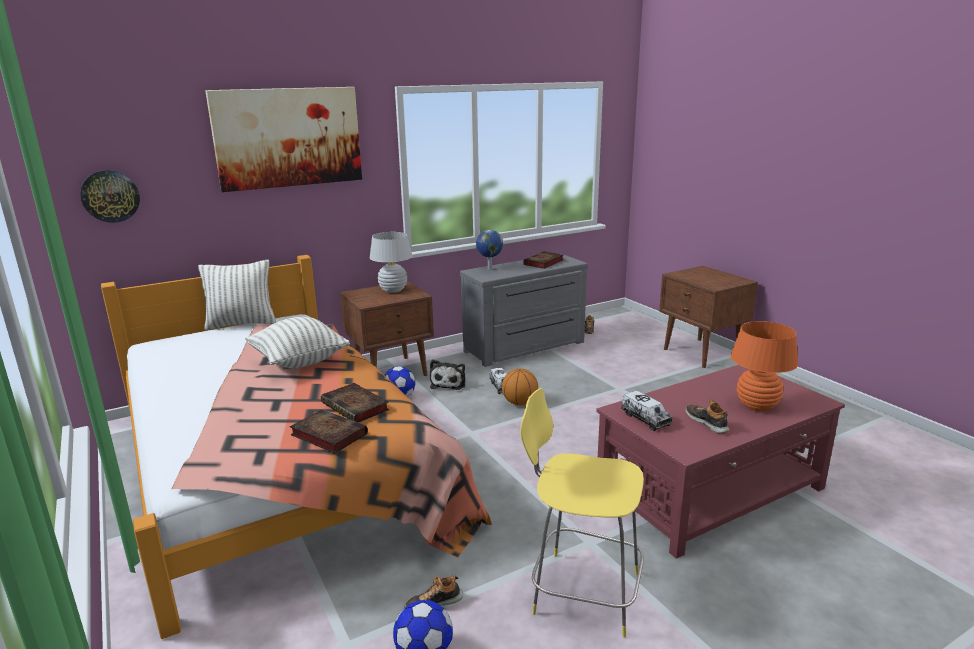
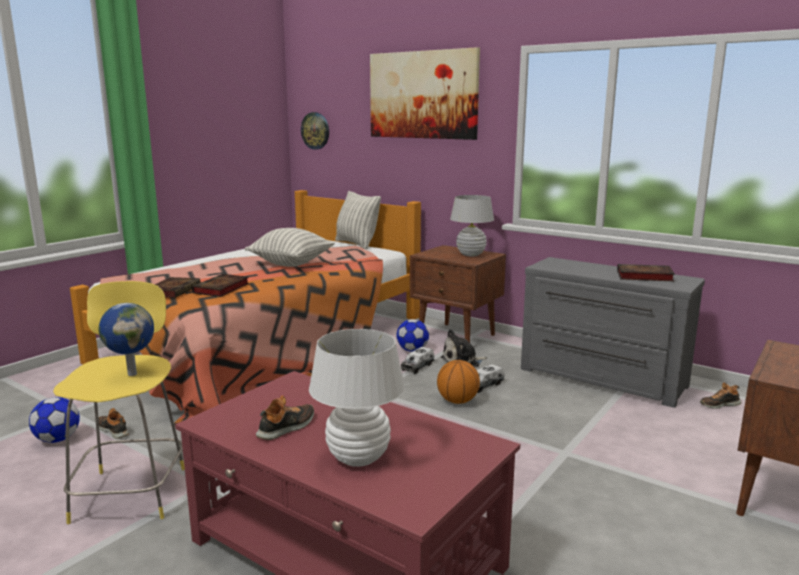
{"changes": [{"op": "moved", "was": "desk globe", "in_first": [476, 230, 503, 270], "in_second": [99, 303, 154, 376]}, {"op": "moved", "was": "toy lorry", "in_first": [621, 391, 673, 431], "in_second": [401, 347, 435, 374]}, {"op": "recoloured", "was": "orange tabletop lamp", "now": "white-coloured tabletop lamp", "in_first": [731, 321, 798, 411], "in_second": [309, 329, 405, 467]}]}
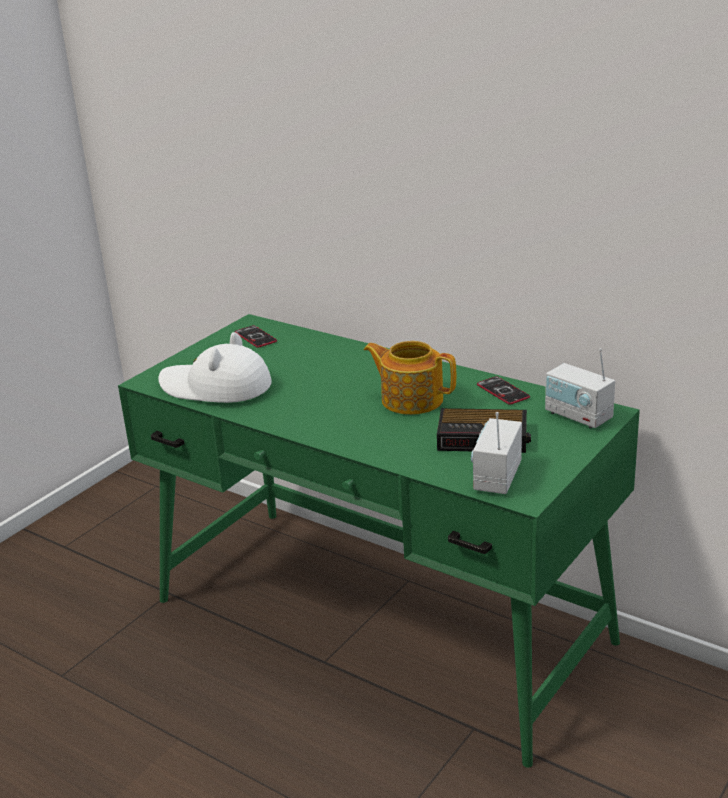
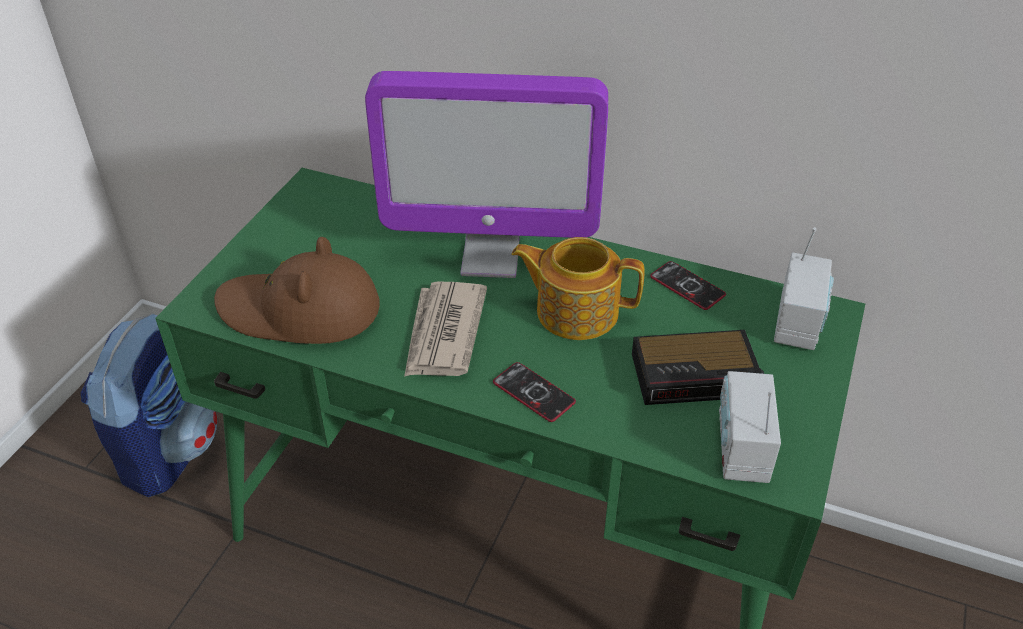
{"changes": [{"op": "recoloured", "was": "white-coloured clothing hat", "now": "brown clothing hat", "in_first": [158, 332, 272, 403], "in_second": [214, 237, 380, 344]}, {"op": "moved", "was": "telephone", "in_first": [235, 325, 277, 348], "in_second": [493, 362, 576, 422]}, {"op": "turned", "was": "radio set", "in_first": [545, 348, 615, 428], "in_second": [774, 227, 834, 350], "clockwise": -105}, {"op": "added", "now": "knapsack", "in_second": [81, 313, 217, 497]}, {"op": "added", "now": "computer screen", "in_second": [365, 71, 608, 278]}, {"op": "added", "now": "newspaper", "in_second": [404, 281, 487, 377]}]}
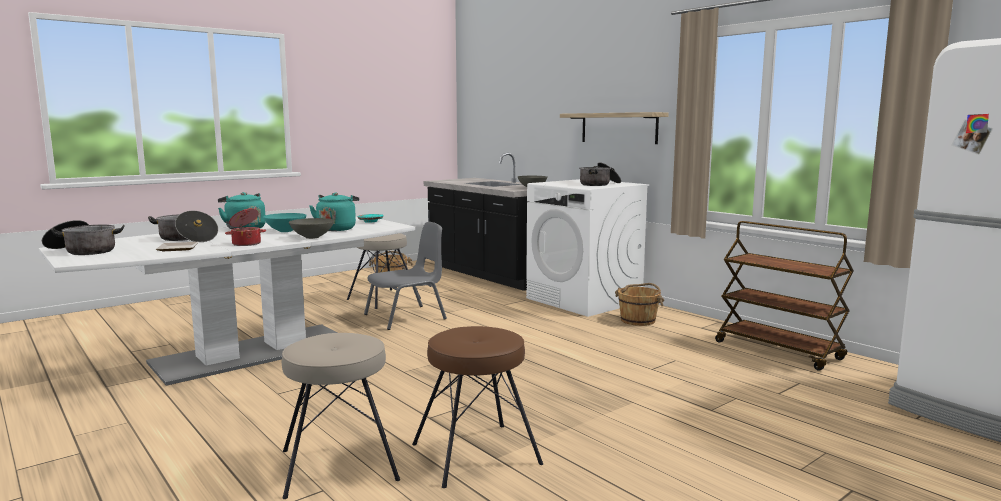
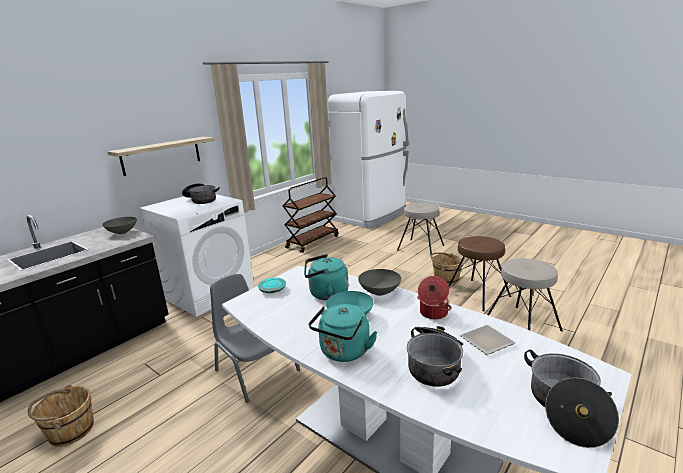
{"changes": [{"op": "moved", "was": "sand-coloured stool seat", "in_first": [347, 233, 421, 309], "in_second": [397, 203, 444, 255]}, {"op": "moved", "was": "brown water bucket", "in_first": [615, 283, 664, 326], "in_second": [431, 252, 463, 284]}]}
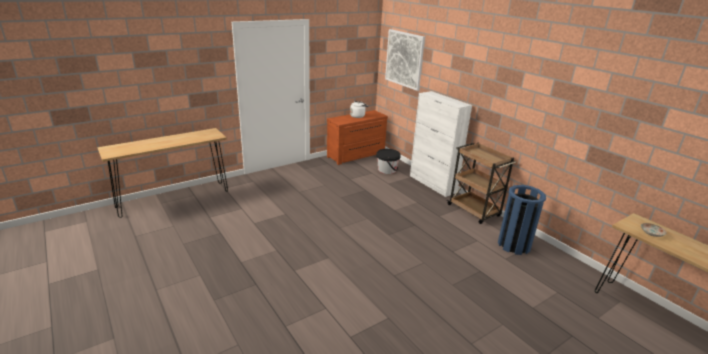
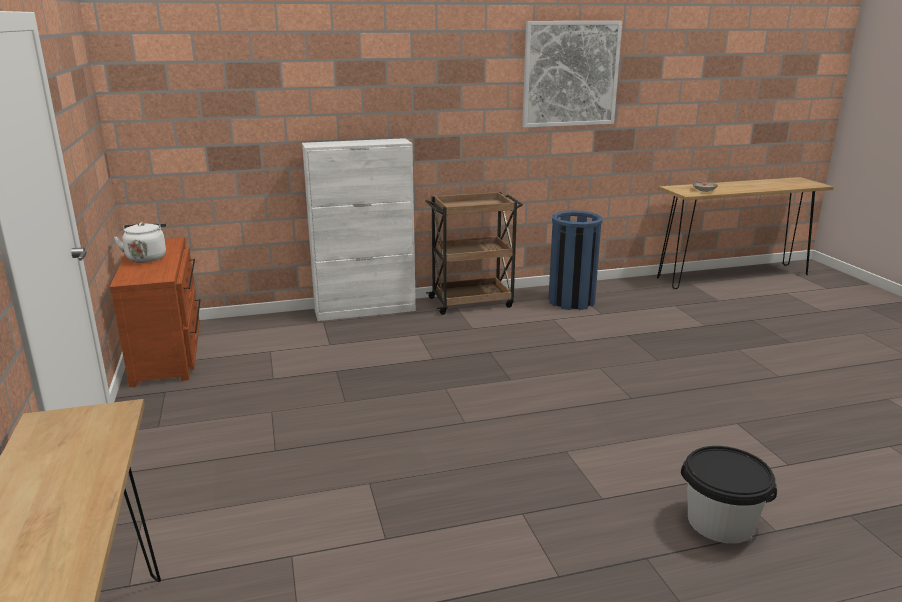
{"changes": [{"op": "moved", "was": "black water bucket", "in_first": [376, 149, 401, 174], "in_second": [681, 446, 777, 544]}, {"op": "moved", "was": "wall art", "in_first": [385, 29, 425, 91], "in_second": [522, 21, 622, 128]}]}
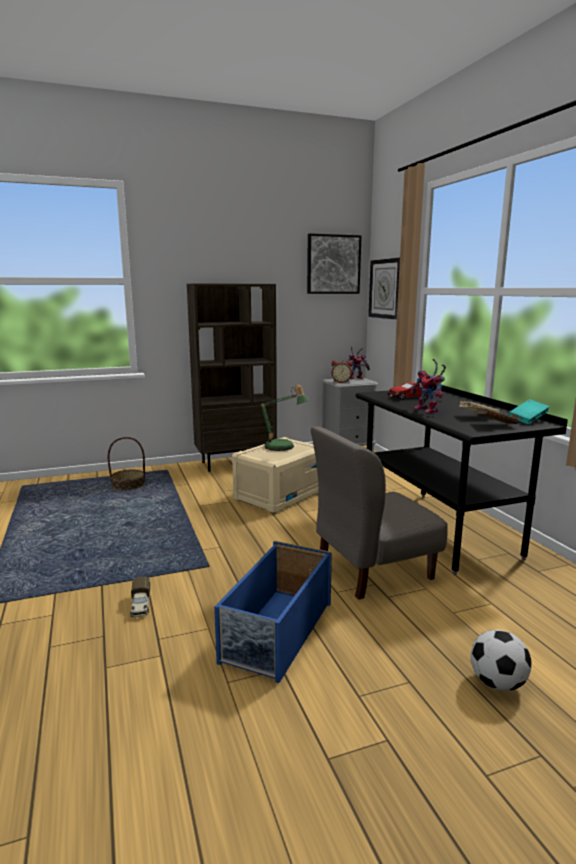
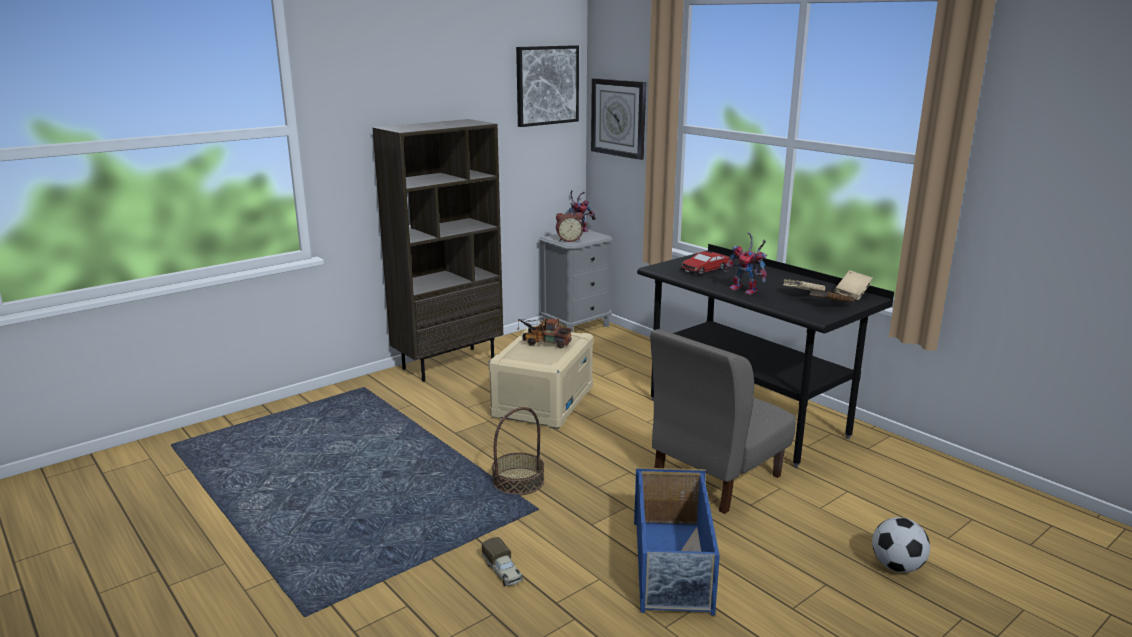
{"changes": [{"op": "moved", "was": "basket", "in_first": [108, 437, 145, 490], "in_second": [492, 407, 544, 495]}, {"op": "replaced", "was": "tabletop lamp", "now": "toy lorry", "in_first": [260, 385, 309, 451], "in_second": [517, 318, 572, 348]}, {"op": "recoloured", "was": "turquoise-coloured book", "now": "sand-coloured book", "in_first": [508, 399, 550, 424], "in_second": [834, 270, 873, 300]}]}
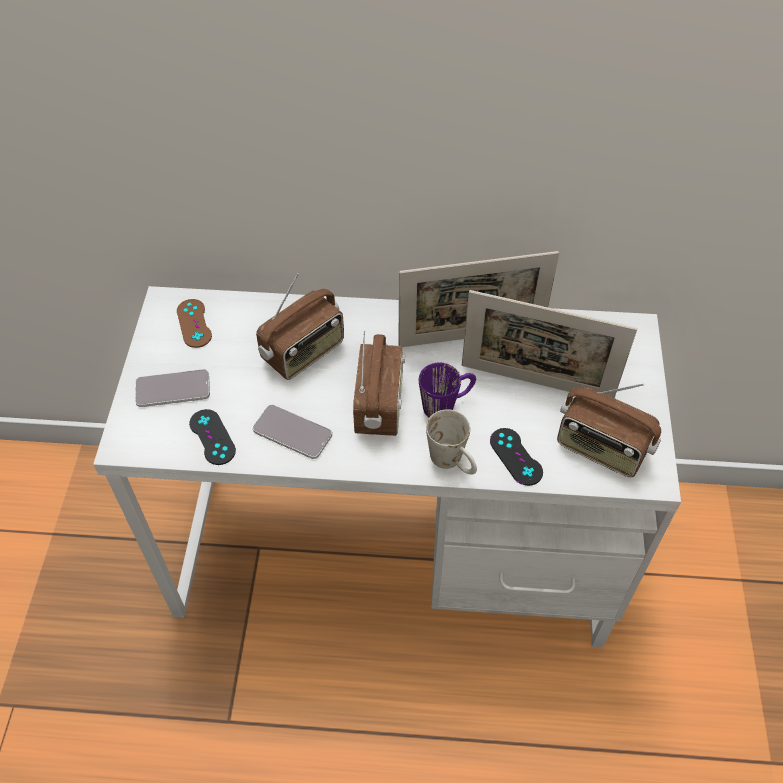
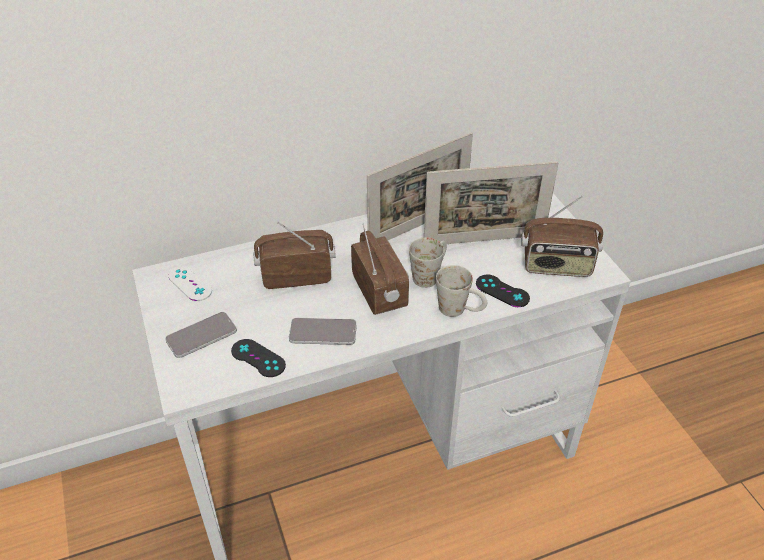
{"changes": [{"op": "recoloured", "was": "brown gamepad", "now": "white-coloured gamepad", "in_first": [177, 299, 212, 348], "in_second": [169, 266, 212, 301]}, {"op": "turned", "was": "radio set", "in_first": [256, 273, 344, 380], "in_second": [253, 221, 336, 289], "clockwise": -120}, {"op": "recoloured", "was": "purple-coloured coffee mug", "now": "white-coloured coffee mug", "in_first": [419, 363, 476, 418], "in_second": [409, 237, 447, 288]}]}
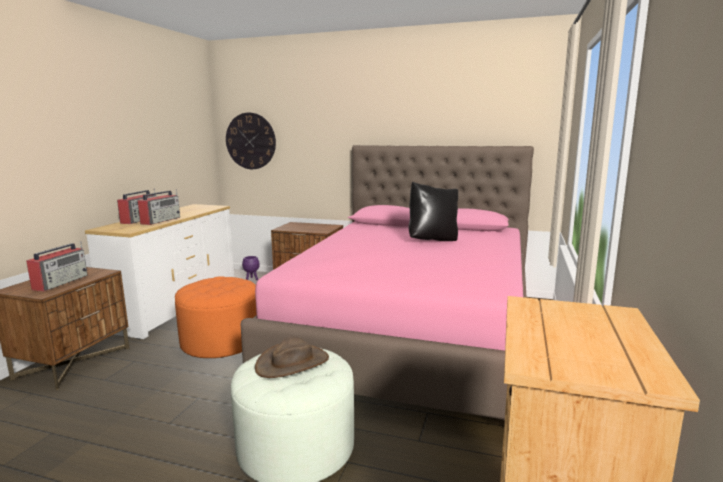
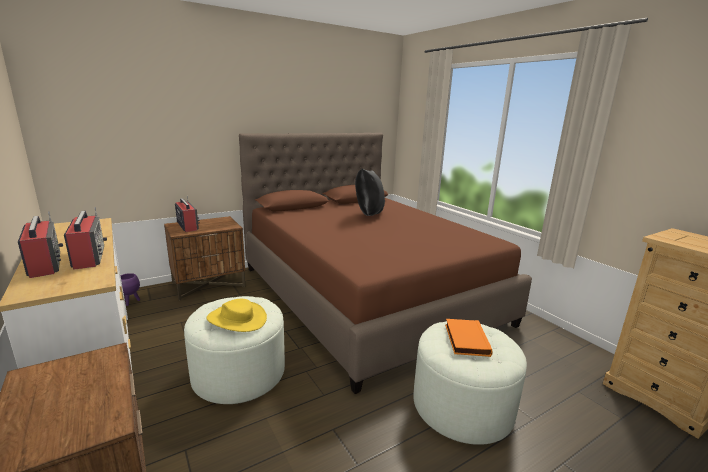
{"changes": [{"op": "moved", "was": "radio set", "in_first": [26, 241, 88, 292], "in_second": [175, 196, 200, 232]}, {"op": "recoloured", "was": "orange footrest", "now": "white-coloured footrest", "in_first": [175, 276, 257, 358], "in_second": [184, 296, 285, 404]}, {"op": "removed", "was": "clock on the wall", "in_first": [226, 113, 276, 169]}, {"op": "recoloured", "was": "pinkish sleeping bed", "now": "brown sleeping bed", "in_first": [240, 145, 534, 420], "in_second": [239, 133, 532, 394]}, {"op": "replaced", "was": "brown clothing hat", "now": "orange book", "in_first": [255, 336, 329, 378], "in_second": [445, 319, 493, 357]}, {"op": "added", "now": "yellow clothing hat", "in_second": [206, 299, 267, 332]}]}
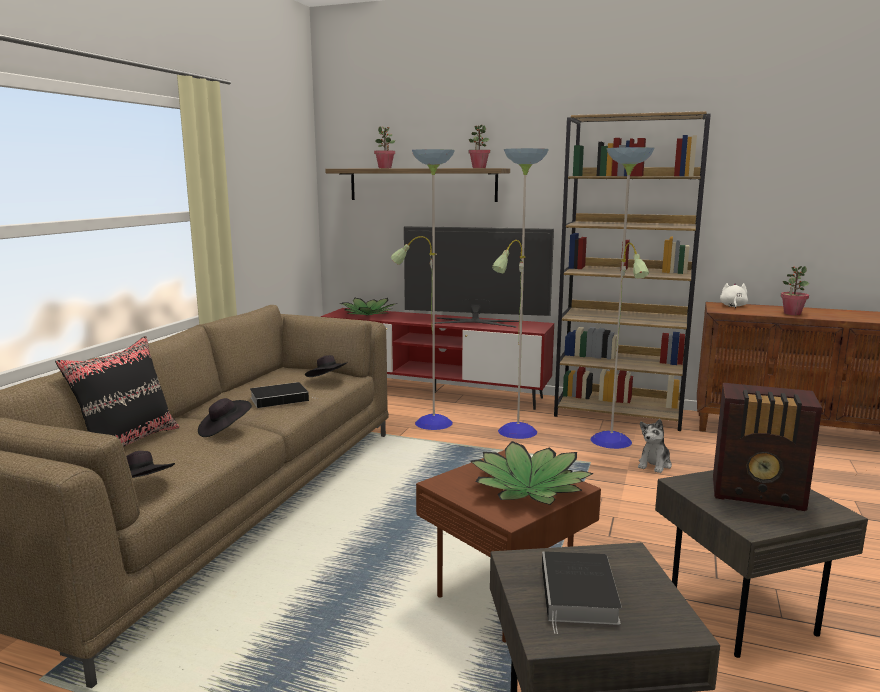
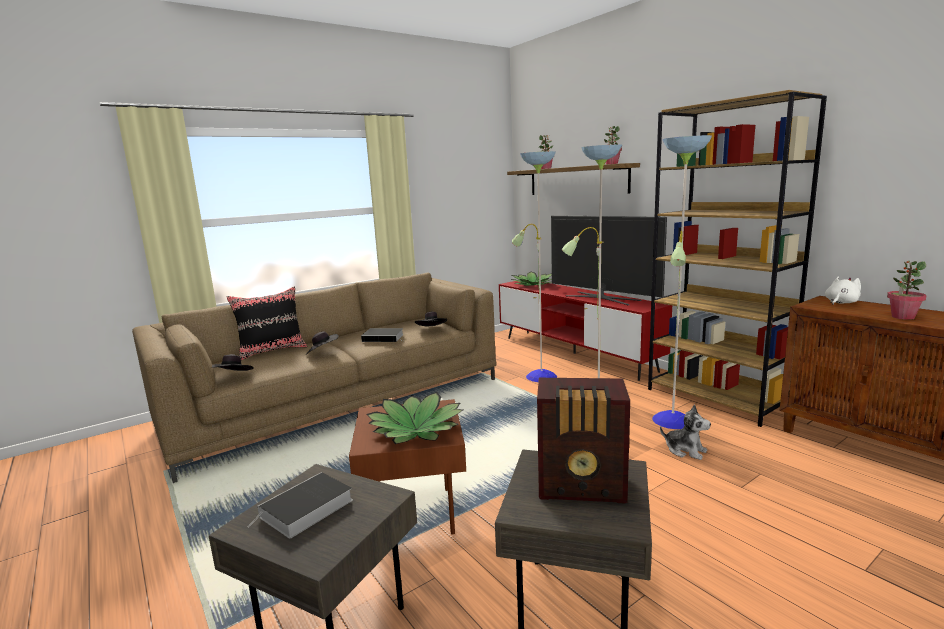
{"changes": [{"op": "turned", "was": "soft toy", "in_first": [638, 419, 672, 473], "in_second": [660, 404, 711, 460], "clockwise": -120}, {"op": "turned", "was": "radio set", "in_first": [713, 383, 822, 511], "in_second": [537, 378, 630, 504], "clockwise": -45}]}
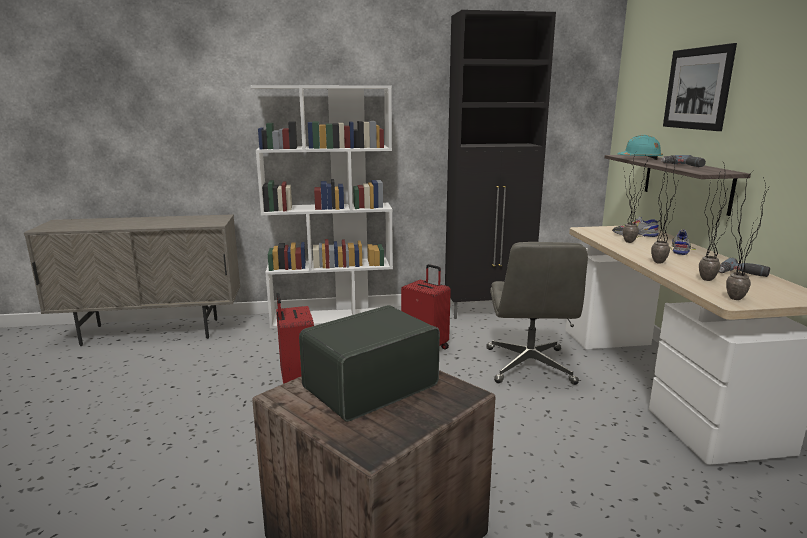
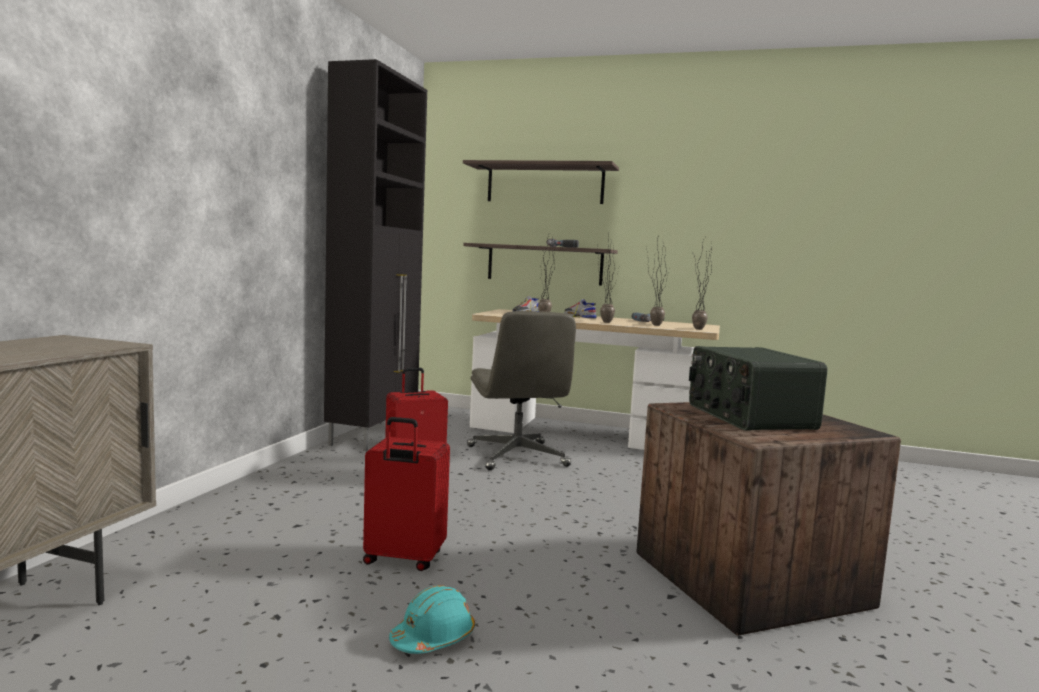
{"changes": [{"op": "removed", "was": "white-coloured bookcase", "in_first": [250, 85, 393, 328]}, {"op": "turned", "was": "grey office chair", "in_first": [487, 242, 588, 385], "in_second": [467, 311, 576, 471], "clockwise": 45}, {"op": "moved", "was": "turquoise-coloured safety helmet", "in_first": [617, 135, 663, 160], "in_second": [389, 585, 475, 654]}, {"op": "replaced", "was": "wall art", "now": "shelf", "in_first": [663, 43, 737, 131], "in_second": [463, 160, 619, 204]}]}
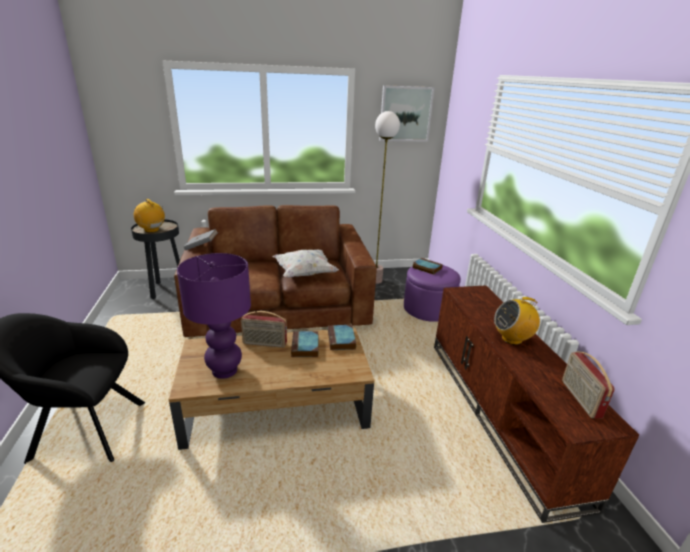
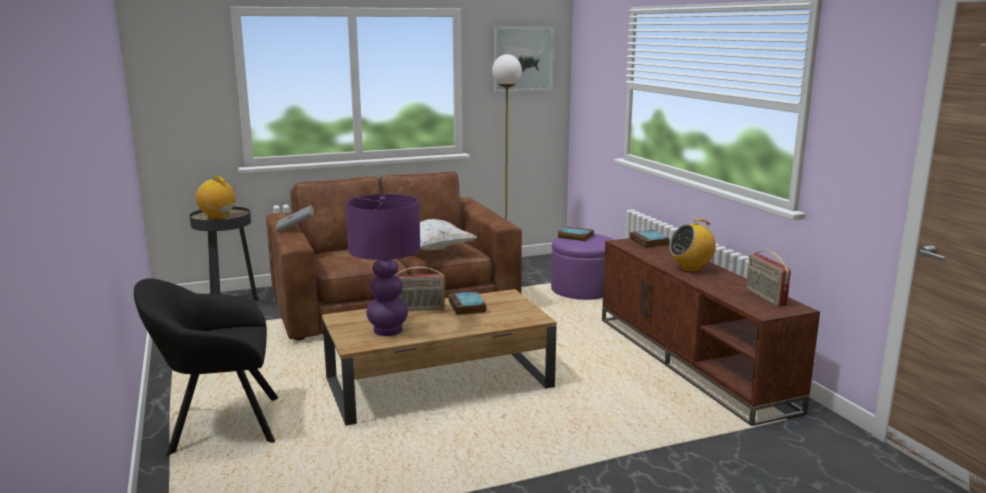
{"changes": [{"op": "moved", "was": "book", "in_first": [328, 325, 356, 350], "in_second": [630, 230, 670, 248]}]}
